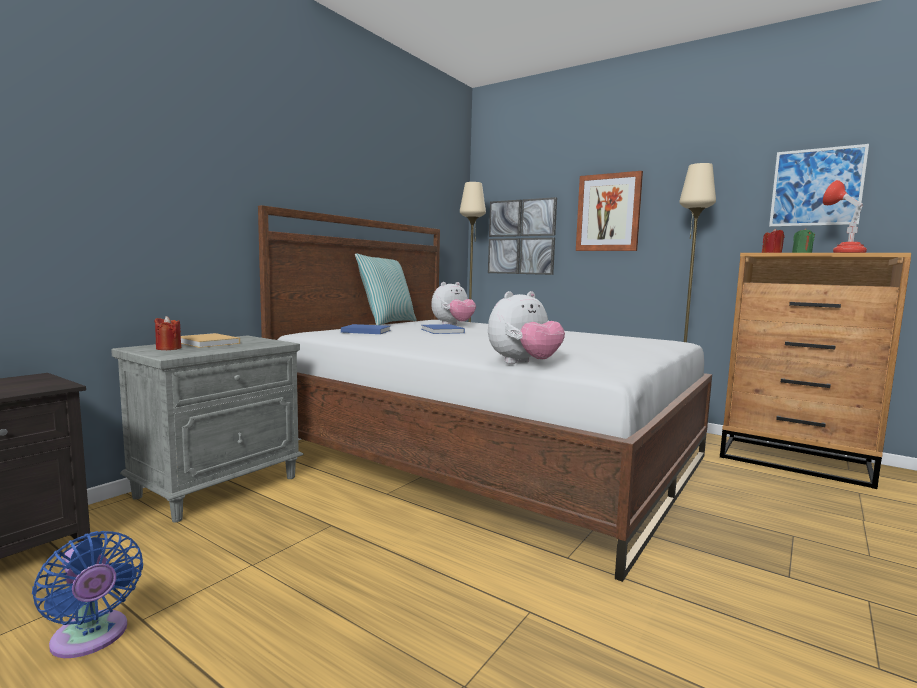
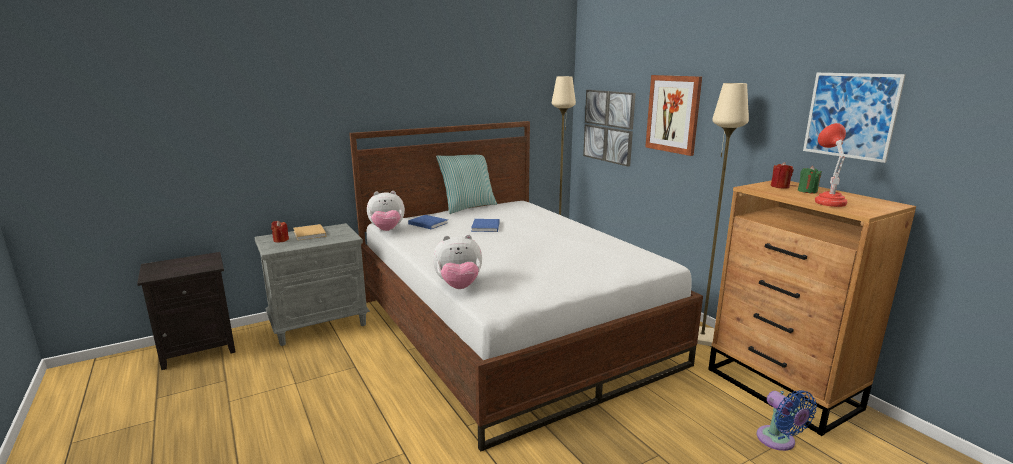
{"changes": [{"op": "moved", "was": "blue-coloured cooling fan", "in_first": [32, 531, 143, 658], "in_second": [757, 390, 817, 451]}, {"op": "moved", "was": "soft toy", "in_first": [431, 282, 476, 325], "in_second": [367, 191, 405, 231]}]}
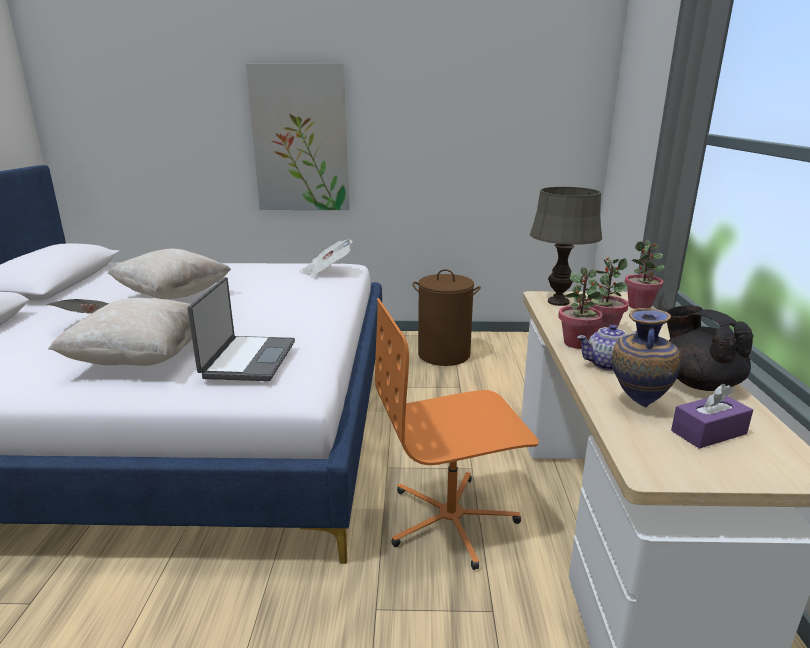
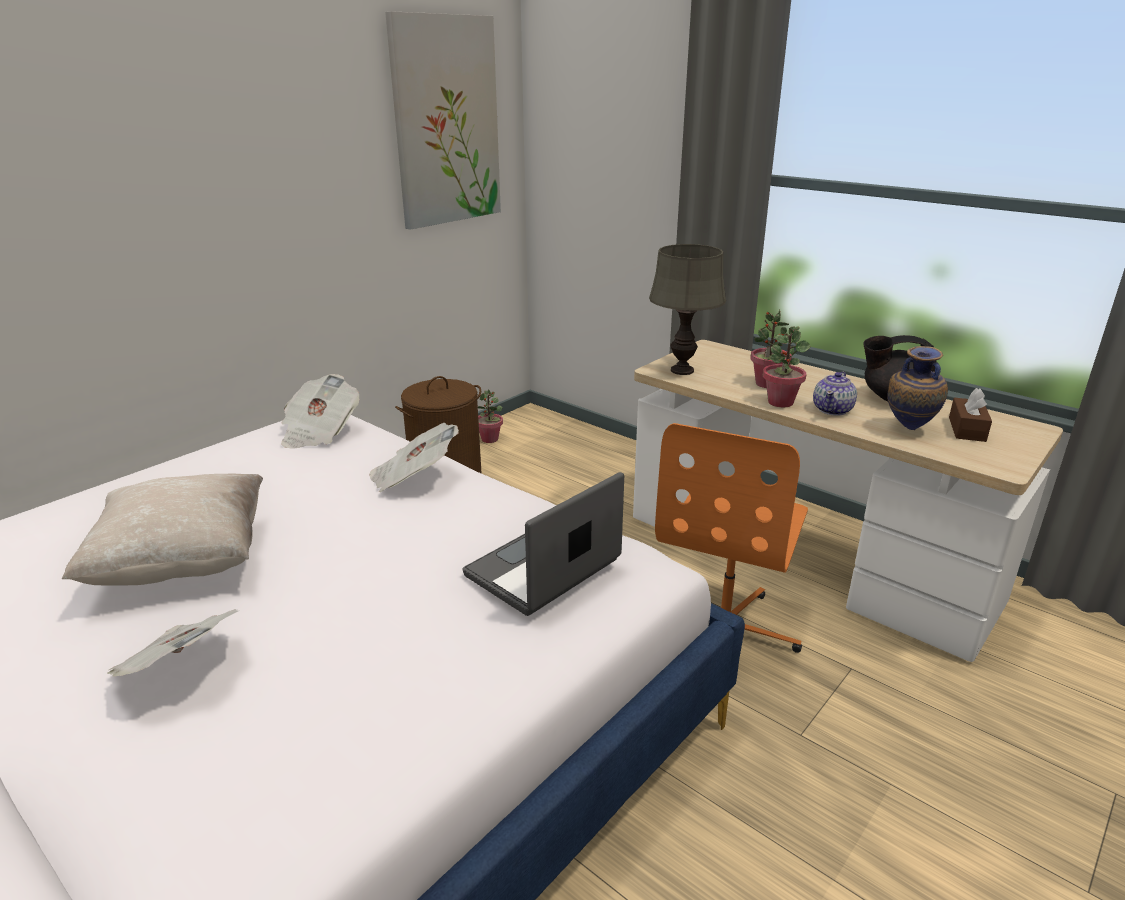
{"changes": [{"op": "removed", "was": "sand-coloured cushion", "in_first": [48, 298, 192, 366]}, {"op": "turned", "was": "notebook computer", "in_first": [188, 277, 295, 381], "in_second": [463, 472, 624, 616], "clockwise": -90}, {"op": "moved", "was": "wall art", "in_first": [246, 63, 350, 210], "in_second": [385, 11, 501, 230]}, {"op": "moved", "was": "houseplant", "in_first": [624, 240, 664, 309], "in_second": [478, 390, 503, 443]}, {"op": "recoloured", "was": "purple-coloured tissue box", "now": "brown tissue box", "in_first": [671, 384, 753, 449], "in_second": [949, 388, 992, 442]}, {"op": "added", "now": "newspaper", "in_second": [369, 423, 459, 492]}]}
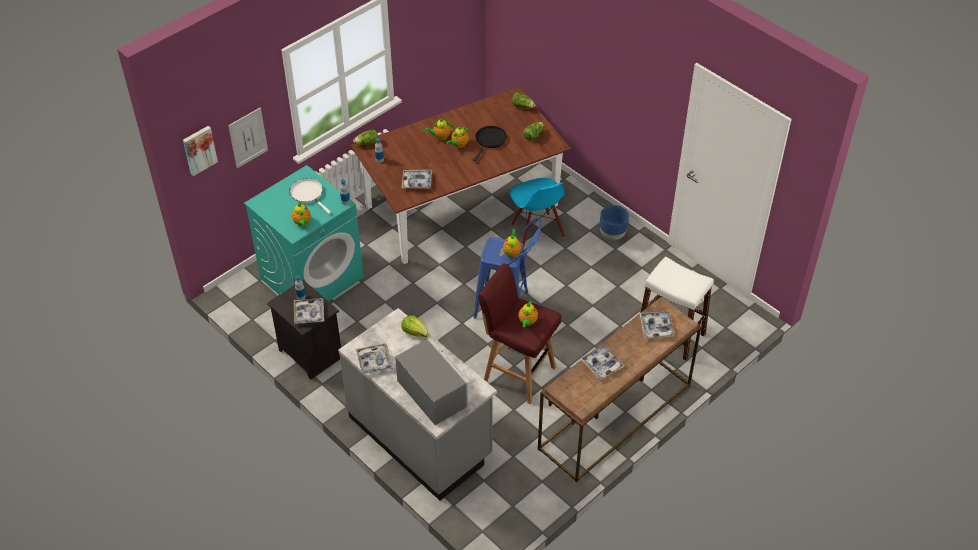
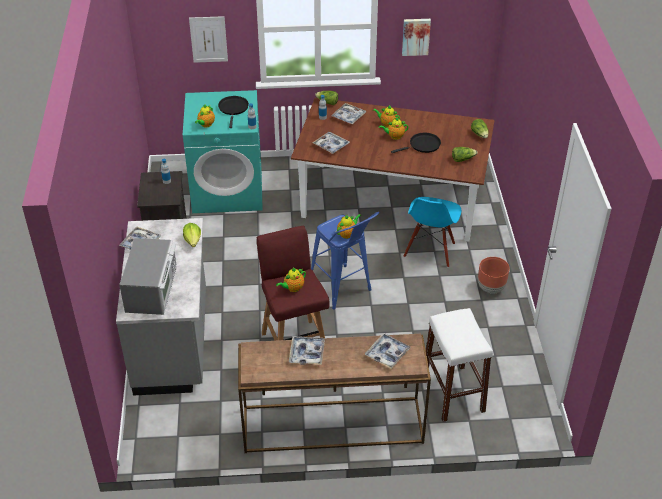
{"changes": [{"op": "moved", "was": "wall art", "in_first": [183, 126, 218, 176], "in_second": [402, 19, 431, 56]}, {"op": "recoloured", "was": "white-coloured pan", "now": "black pan", "in_first": [289, 178, 331, 214], "in_second": [218, 96, 249, 128]}, {"op": "moved", "was": "carrying tray", "in_first": [294, 298, 324, 324], "in_second": [332, 103, 366, 124]}, {"op": "recoloured", "was": "blue-coloured planter", "now": "brown planter", "in_first": [600, 205, 629, 240], "in_second": [478, 257, 510, 294]}]}
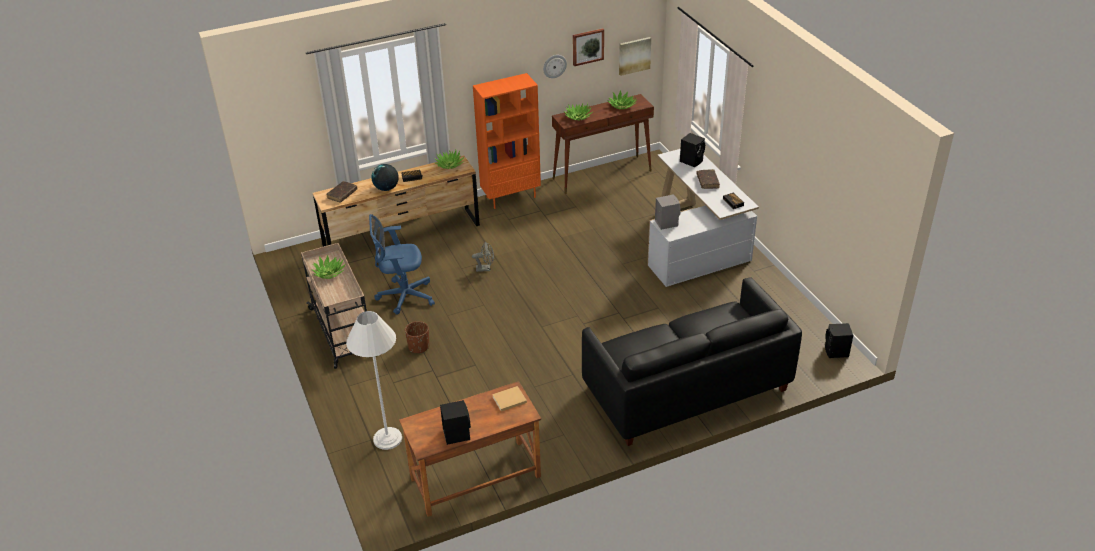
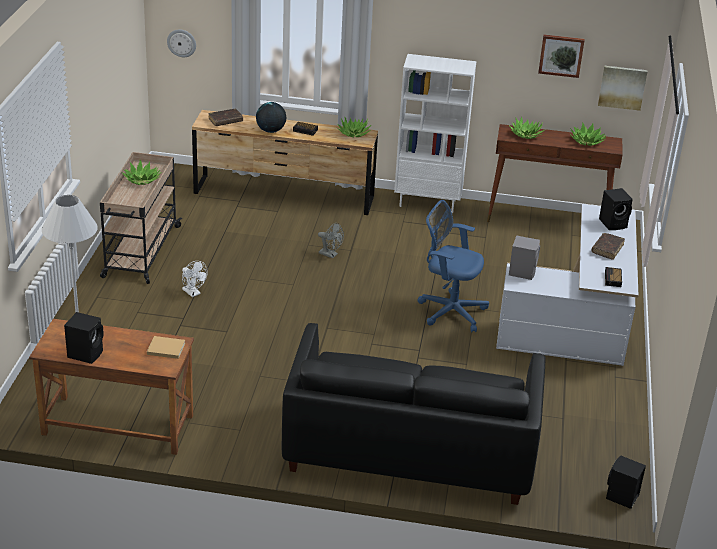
{"changes": [{"op": "moved", "was": "blue-coloured office chair", "in_first": [369, 214, 435, 315], "in_second": [418, 200, 489, 332]}, {"op": "replaced", "was": "brown planter", "now": "white-coloured cooling fan", "in_first": [405, 321, 429, 353], "in_second": [182, 261, 208, 297]}, {"op": "recoloured", "was": "orange bookcase", "now": "white-coloured bookcase", "in_first": [473, 73, 541, 209], "in_second": [394, 54, 476, 213]}, {"op": "moved", "was": "clock on the wall", "in_first": [543, 55, 567, 78], "in_second": [167, 29, 196, 57]}]}
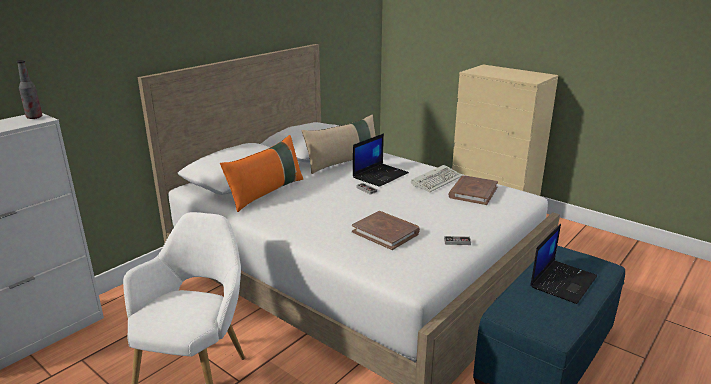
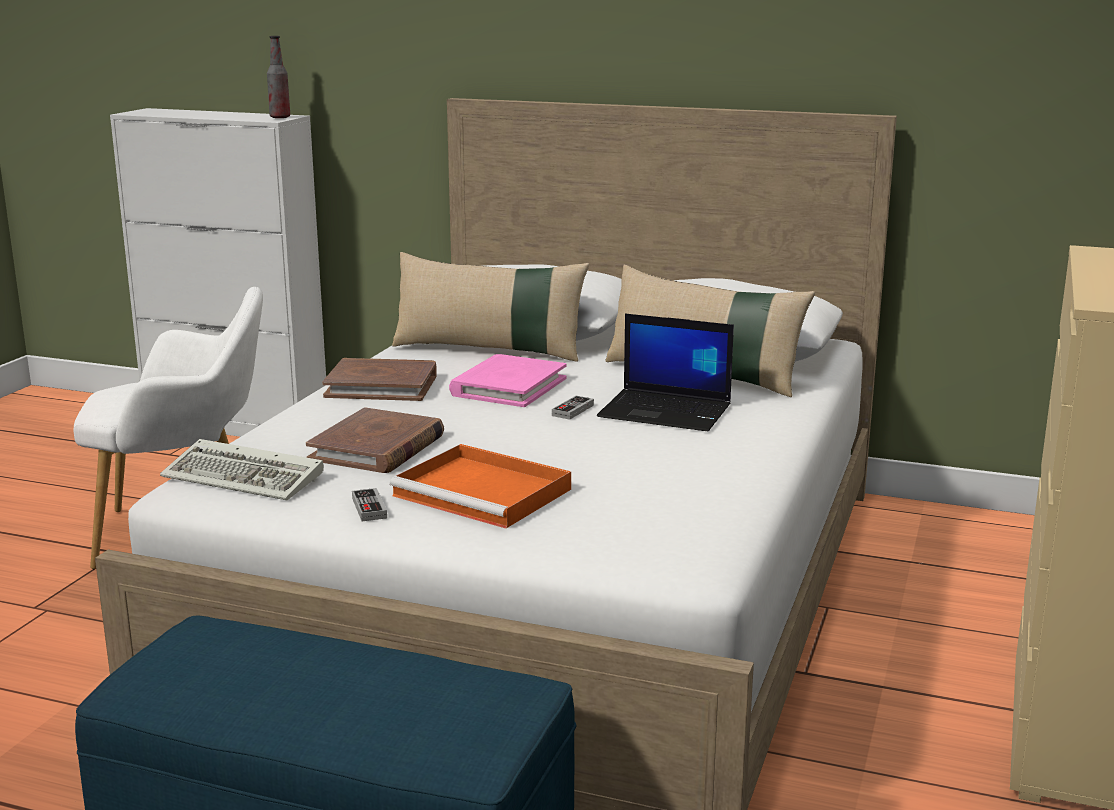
{"changes": [{"op": "recoloured", "was": "orange cushion", "now": "sand-coloured cushion", "in_first": [220, 135, 303, 212], "in_second": [392, 252, 589, 362]}, {"op": "moved", "was": "computer keyboard", "in_first": [411, 165, 463, 192], "in_second": [160, 439, 324, 500]}, {"op": "moved", "was": "brown book", "in_first": [448, 175, 498, 205], "in_second": [322, 358, 437, 401]}, {"op": "removed", "was": "notebook computer", "in_first": [530, 224, 597, 304]}, {"op": "added", "now": "orange carrying tray", "in_second": [390, 444, 571, 529]}, {"op": "added", "now": "pinkish book", "in_second": [449, 354, 566, 407]}]}
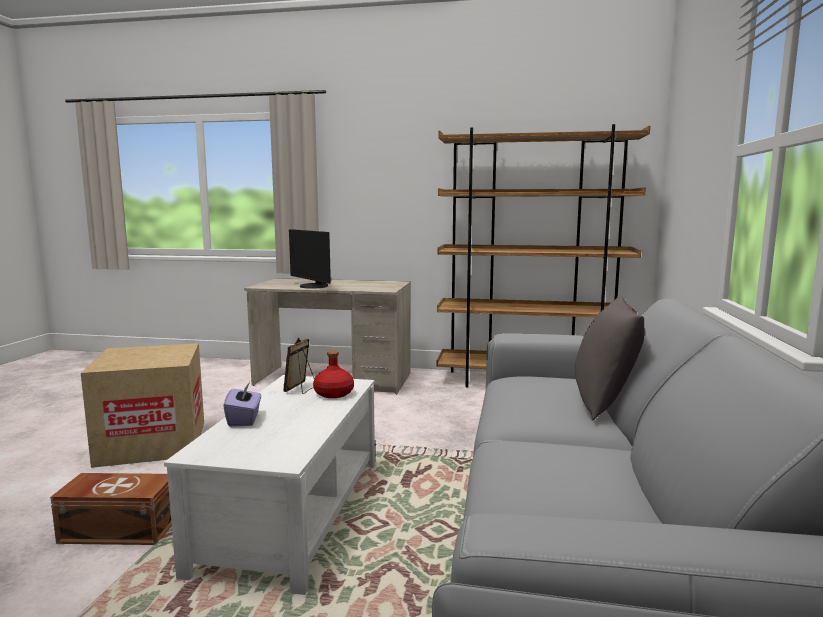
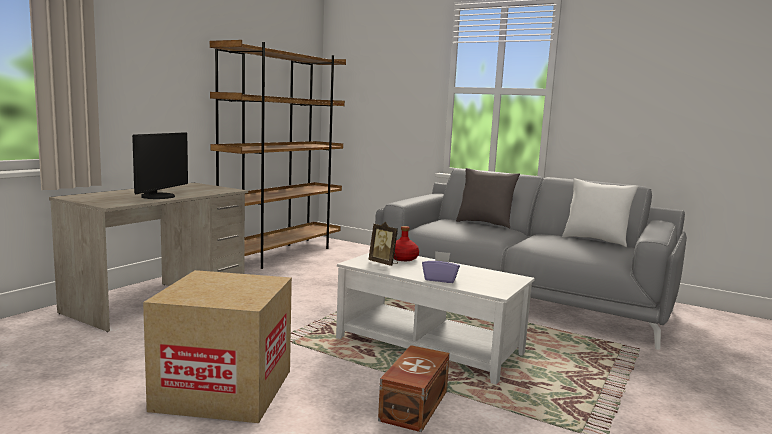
{"changes": [{"op": "turned", "was": "computer screen", "in_first": [289, 229, 331, 289], "in_second": [132, 132, 188, 199], "clockwise": -60}, {"op": "added", "now": "white-coloured cushion", "in_second": [562, 178, 639, 247]}]}
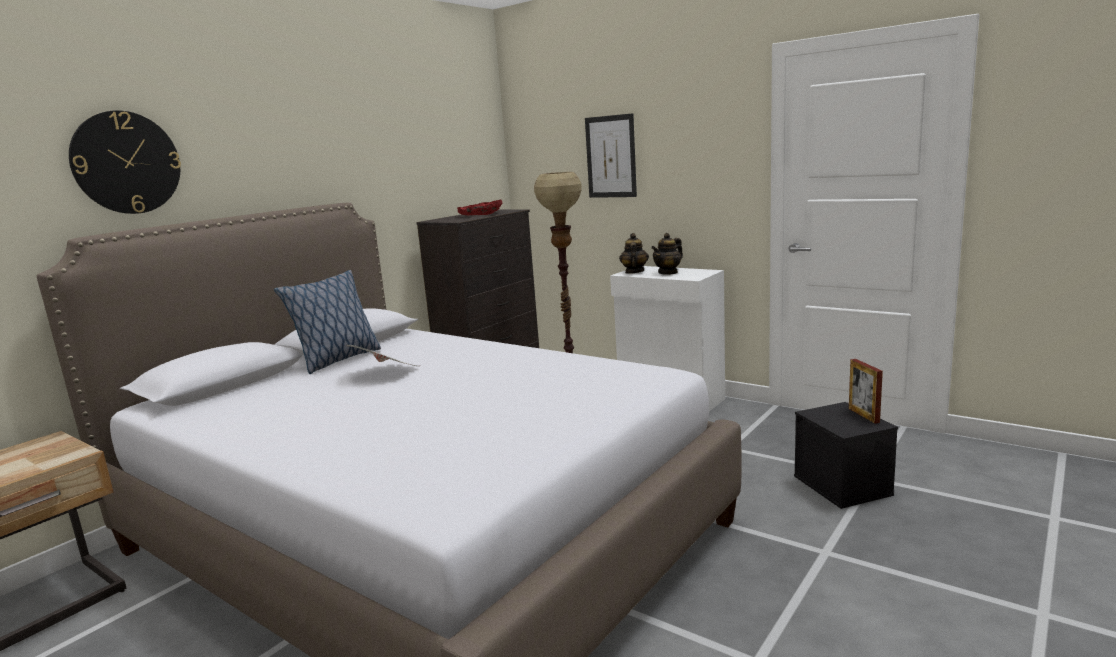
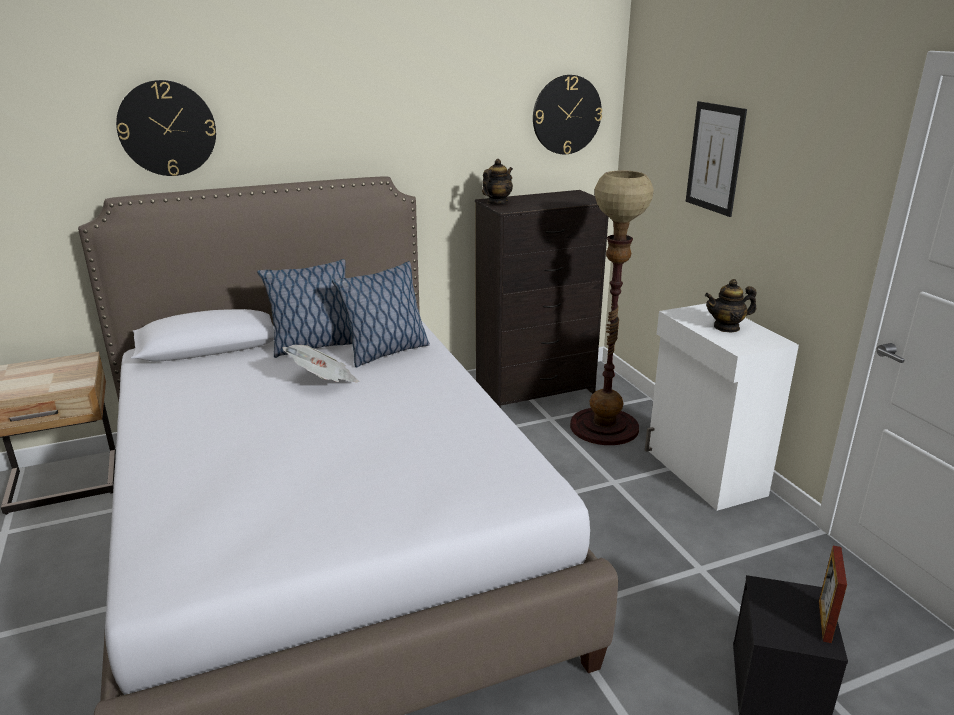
{"changes": [{"op": "removed", "was": "red deep dish", "in_first": [457, 200, 502, 215]}, {"op": "moved", "was": "pot for tea", "in_first": [619, 233, 649, 274], "in_second": [482, 159, 513, 204]}, {"op": "added", "now": "cushion", "in_second": [332, 261, 430, 368]}, {"op": "added", "now": "clock on the wall", "in_second": [533, 75, 602, 154]}]}
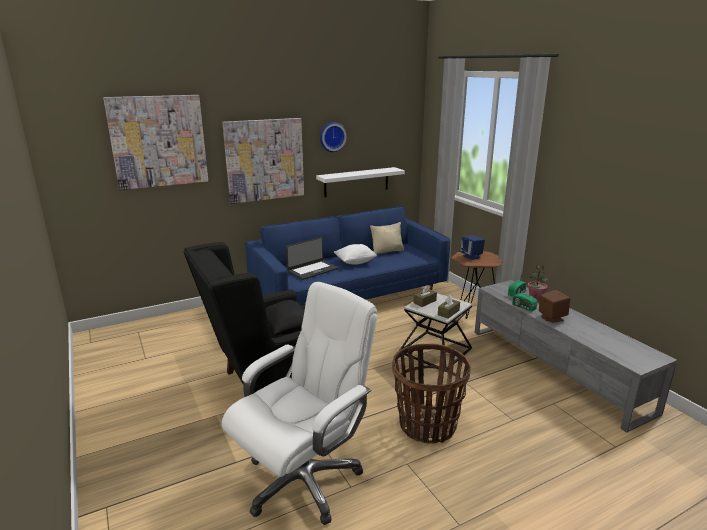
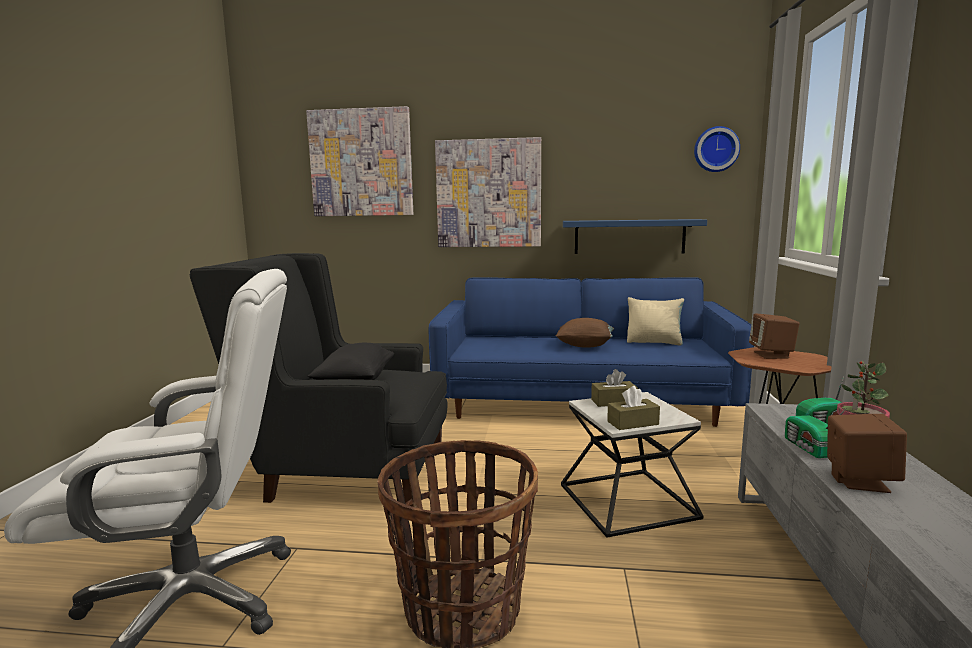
{"changes": [{"op": "removed", "was": "notebook computer", "in_first": [286, 237, 338, 280]}, {"op": "recoloured", "was": "white-coloured shelf", "now": "blue-coloured shelf", "in_first": [316, 167, 405, 197], "in_second": [563, 219, 707, 254]}, {"op": "moved", "was": "clock on the wall", "in_first": [320, 122, 347, 152], "in_second": [694, 126, 740, 172]}, {"op": "recoloured", "was": "white-coloured cushion", "now": "brown cushion", "in_first": [334, 244, 377, 264], "in_second": [556, 318, 614, 348]}, {"op": "recoloured", "was": "blue-coloured audio speaker", "now": "brown audio speaker", "in_first": [460, 235, 485, 260], "in_second": [749, 313, 800, 359]}]}
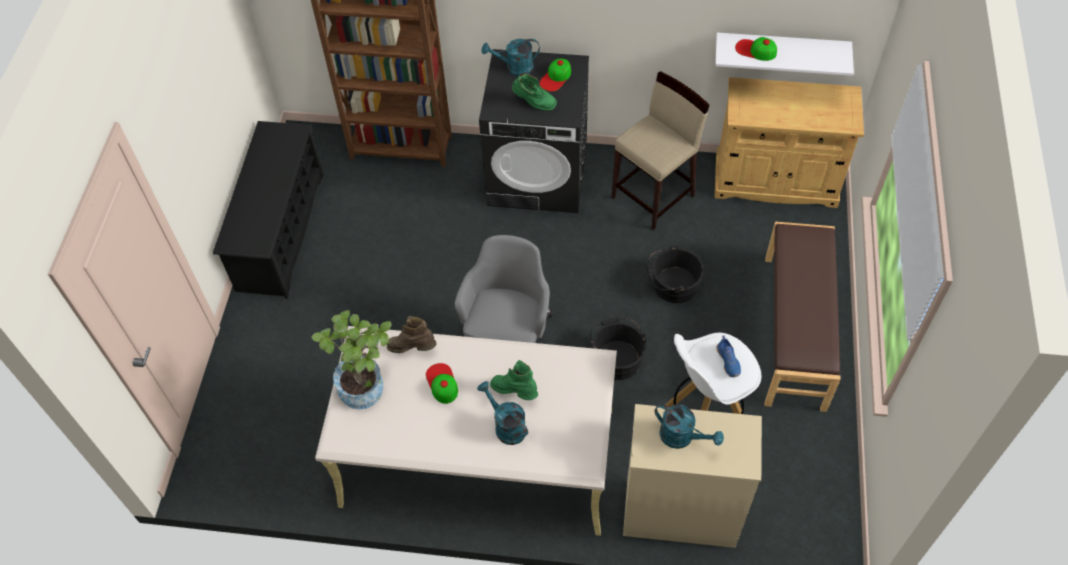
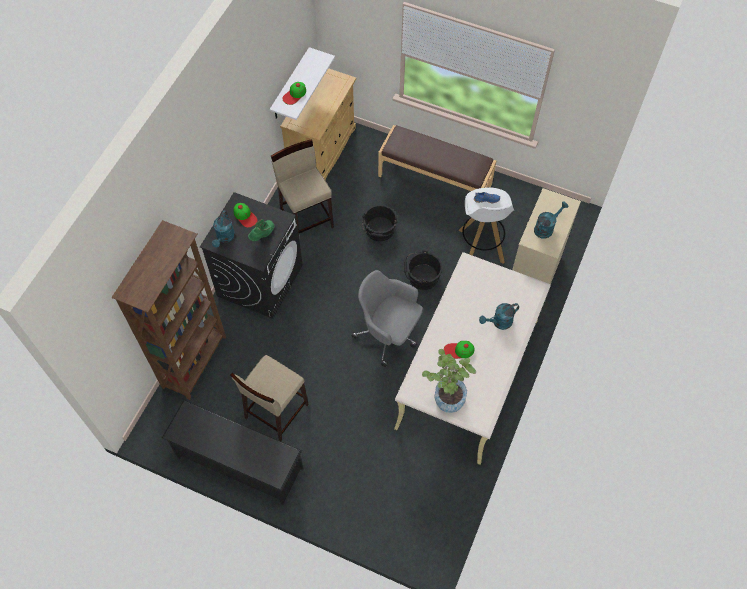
{"changes": [{"op": "removed", "was": "brown tall boot", "in_first": [387, 316, 437, 353]}, {"op": "removed", "was": "greenish tall boot", "in_first": [490, 360, 538, 400]}, {"op": "added", "now": "sand-coloured stool seat", "in_second": [230, 355, 309, 441]}]}
